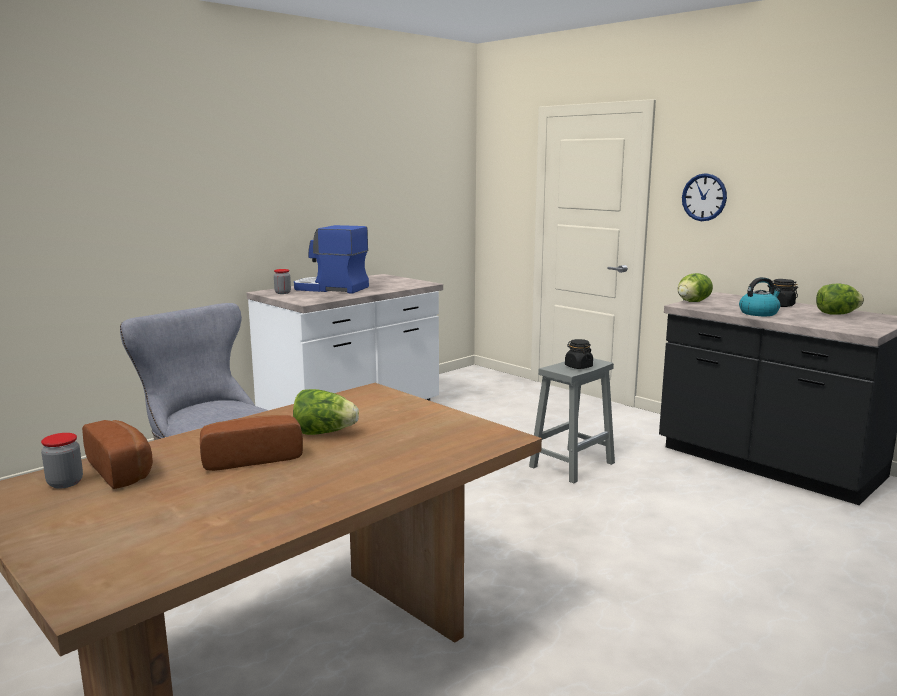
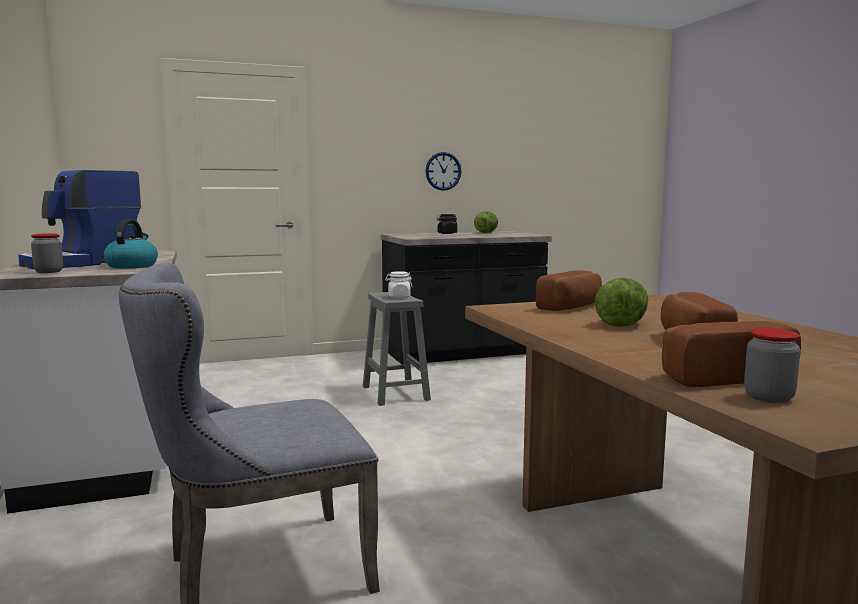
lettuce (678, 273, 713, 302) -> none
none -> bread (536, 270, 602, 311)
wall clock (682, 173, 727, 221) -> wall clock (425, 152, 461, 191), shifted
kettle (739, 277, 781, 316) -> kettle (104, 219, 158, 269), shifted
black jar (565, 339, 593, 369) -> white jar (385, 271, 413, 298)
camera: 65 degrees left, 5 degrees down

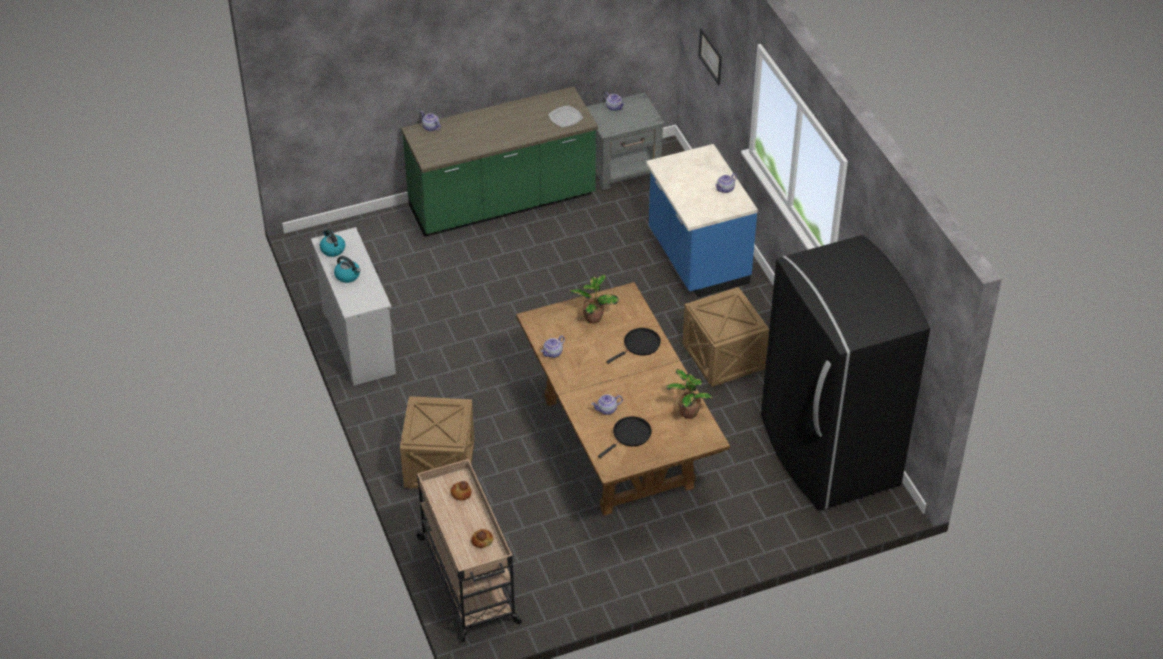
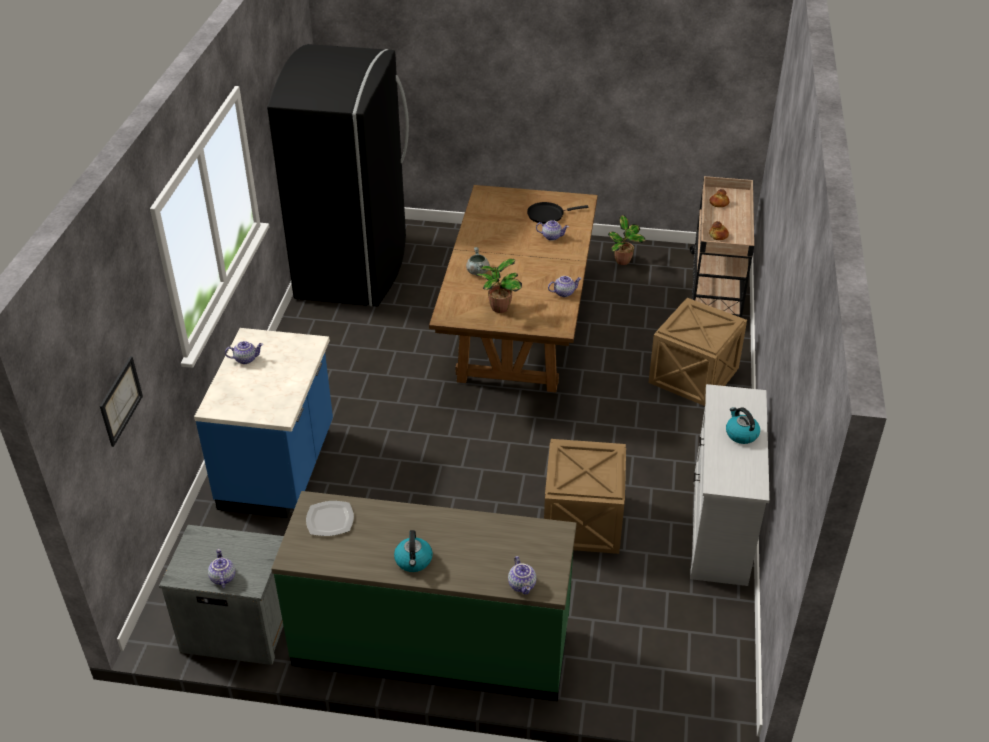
kettle (320, 229, 345, 257) -> kettle (394, 530, 433, 572), shifted
potted plant (665, 369, 713, 419) -> potted plant (608, 215, 645, 265), shifted
crate (683, 287, 769, 387) -> crate (544, 439, 626, 554), shifted
black frying pan (606, 328, 661, 364) -> grey cooking pot (466, 247, 490, 275)
camera: 150 degrees left, 5 degrees down

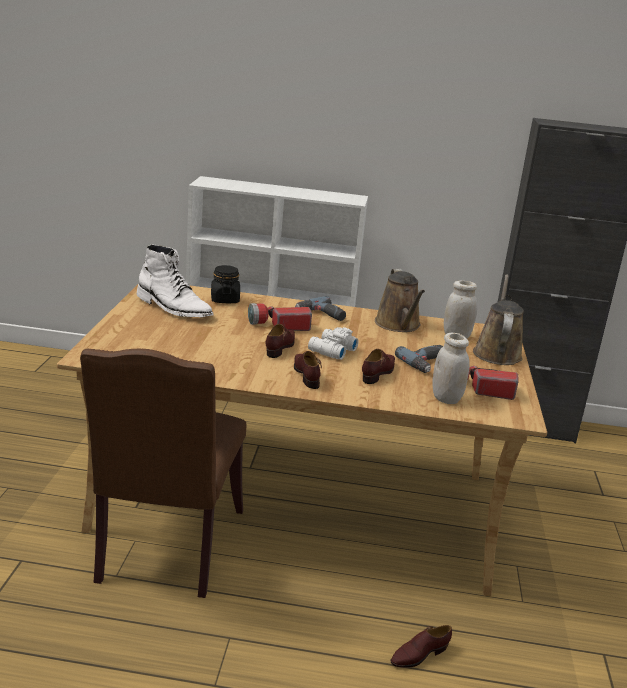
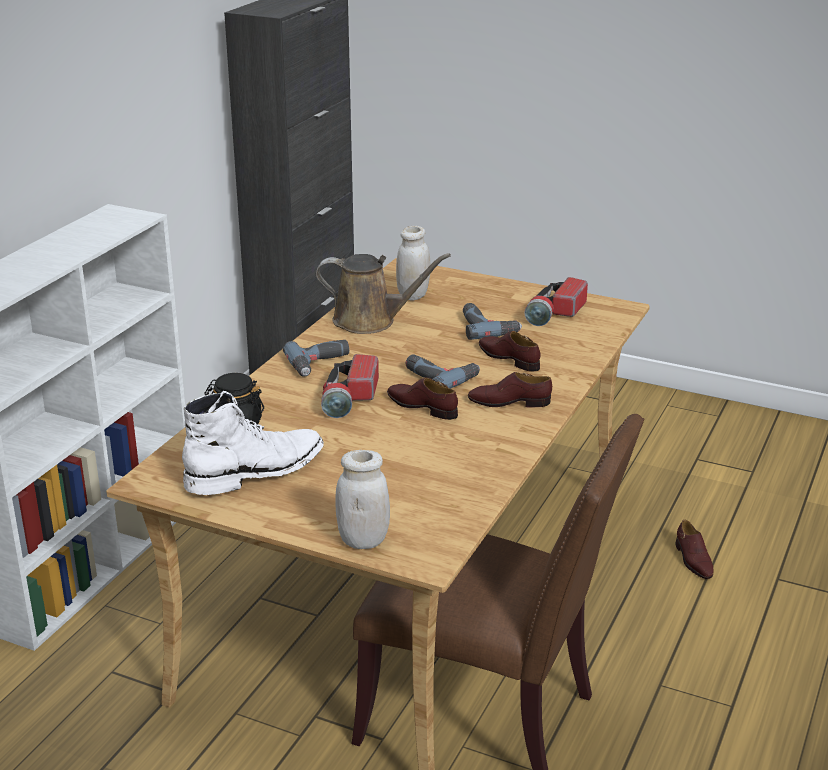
brown watering can (473, 274, 524, 365) -> none
white jar (432, 333, 470, 404) -> white jar (335, 450, 390, 549), shifted
white binoculars (308, 327, 359, 360) -> power drill (406, 354, 480, 389)
camera: 70 degrees left, 5 degrees up

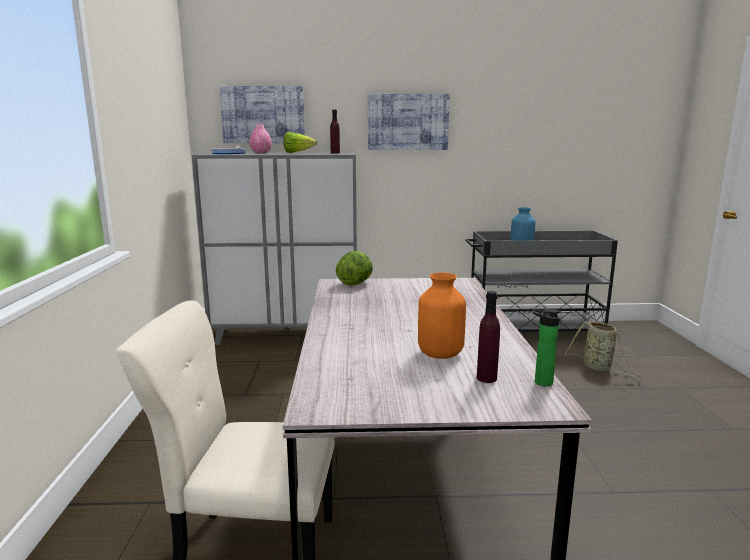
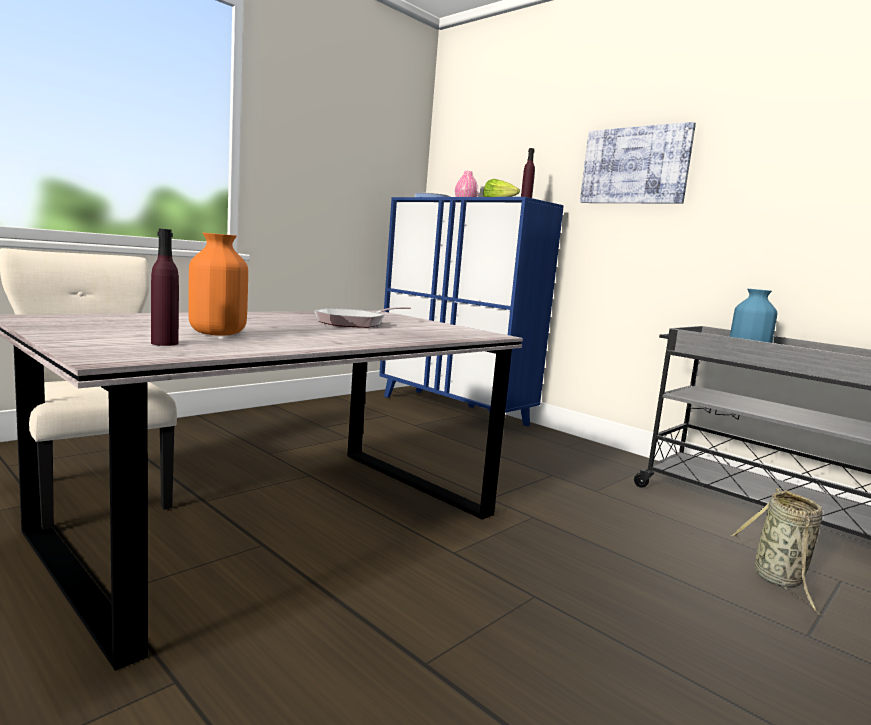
picture (219, 86, 305, 143) -> none
lettuce (336, 251, 373, 285) -> none
bottle (533, 309, 561, 386) -> none
none -> frying pan (314, 307, 411, 328)
grey cabinet (192, 153, 357, 345) -> blue cabinet (379, 197, 564, 427)
camera: 45 degrees right, 5 degrees down

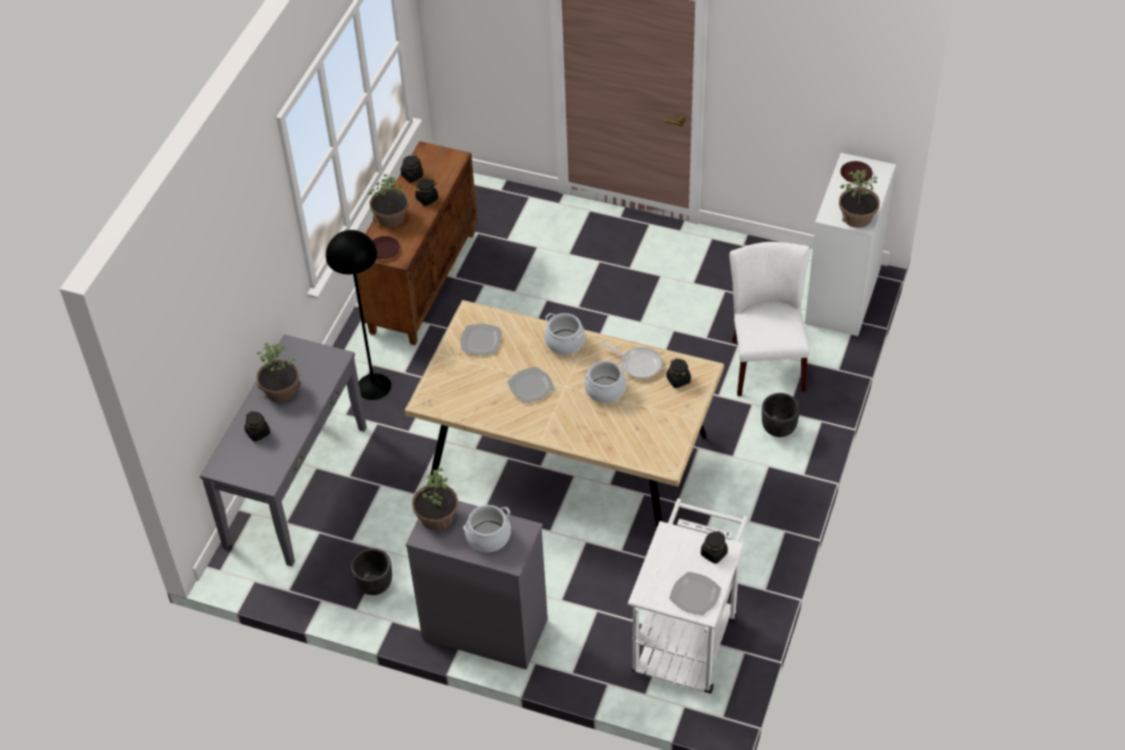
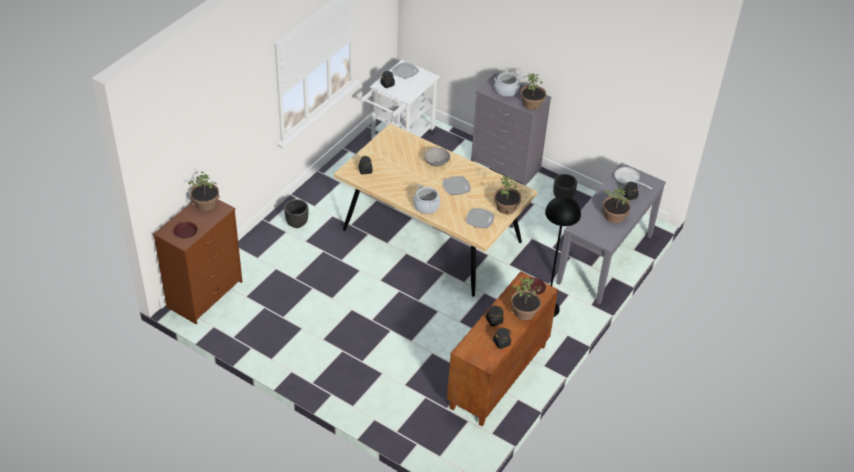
cooking pot (584, 360, 626, 403) -> none
white chair (729, 242, 810, 396) -> none
none -> grey bowl (424, 147, 450, 166)
none -> potted plant (494, 176, 521, 214)
frying pan (599, 341, 663, 379) -> frying pan (614, 167, 653, 189), shifted
white dresser (805, 153, 896, 336) -> brown dresser (153, 199, 243, 325)
camera: 170 degrees left, 5 degrees down

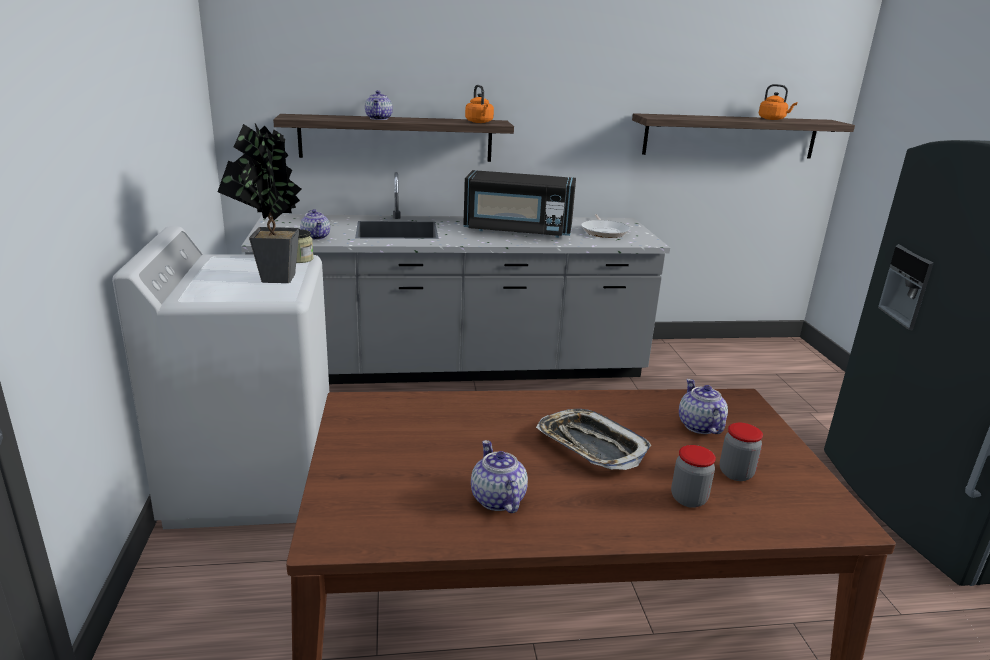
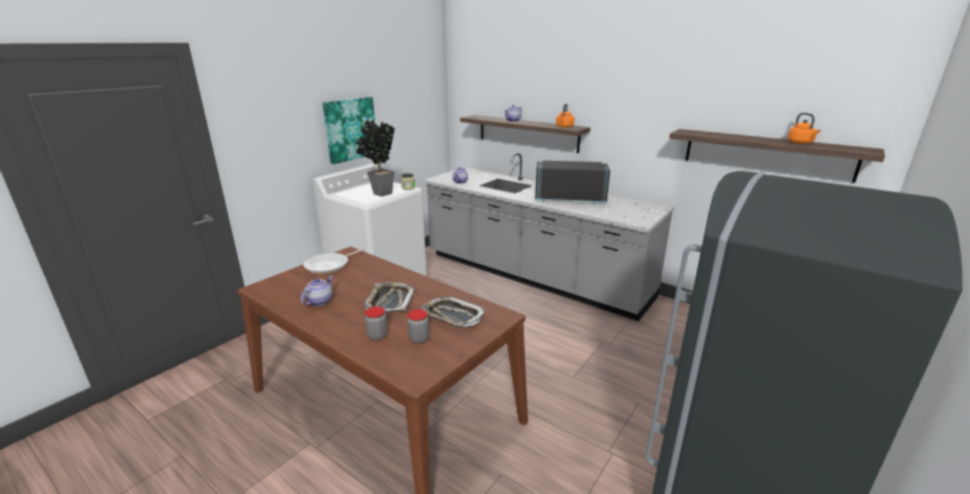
none -> picture (323, 97, 375, 164)
frying pan (581, 214, 630, 238) -> frying pan (303, 249, 365, 274), shifted
teapot (679, 379, 728, 434) -> tray (421, 296, 485, 327)
black microwave (463, 170, 576, 238) -> black microwave (535, 160, 610, 204), 135 degrees clockwise
camera: 45 degrees right, 0 degrees up

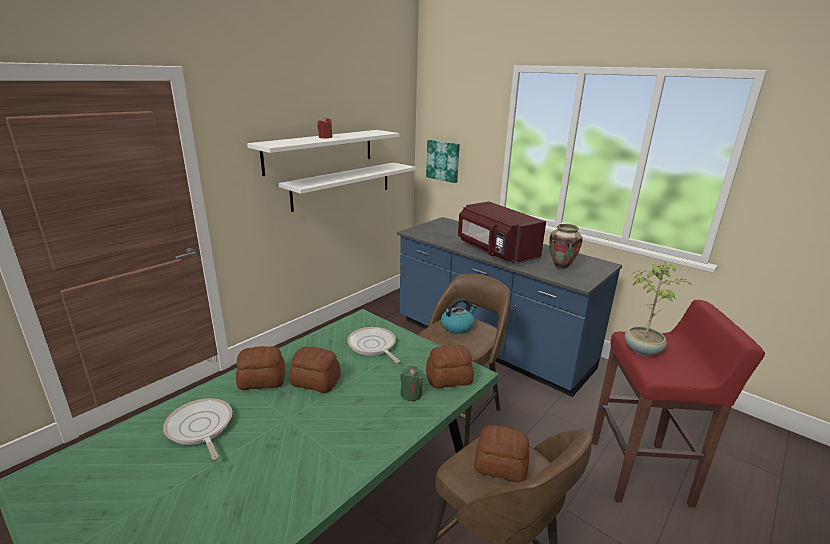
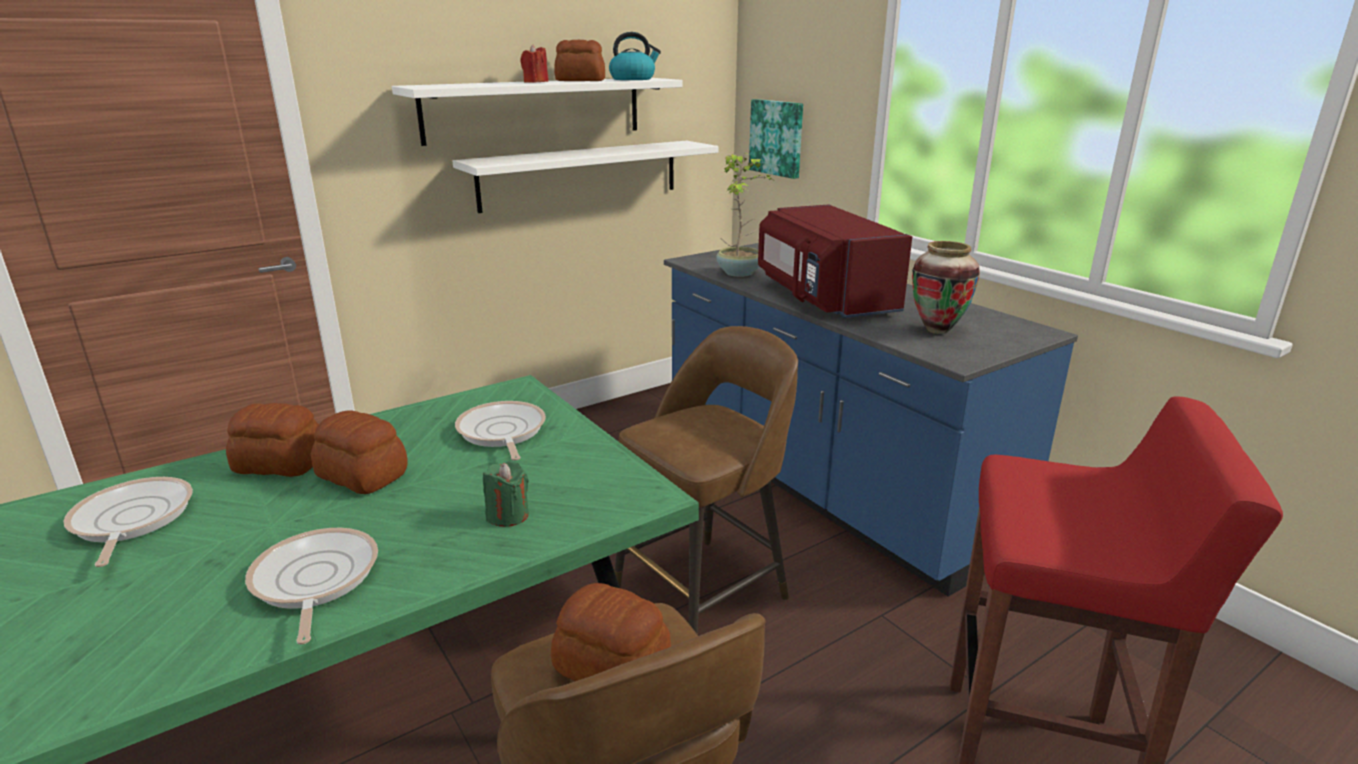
none -> frying pan (245, 528, 378, 645)
bread (426, 345, 474, 388) -> bread (554, 40, 605, 81), shifted
kettle (441, 298, 476, 334) -> kettle (609, 32, 661, 80), shifted
potted plant (625, 261, 690, 356) -> potted plant (716, 153, 773, 277), shifted
camera: 15 degrees right, 0 degrees up

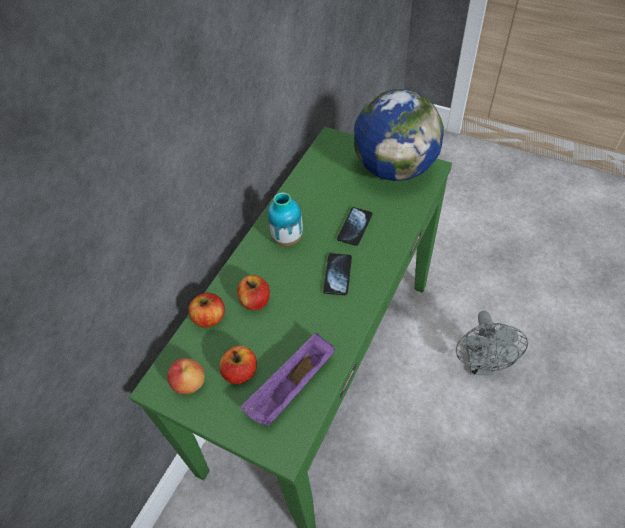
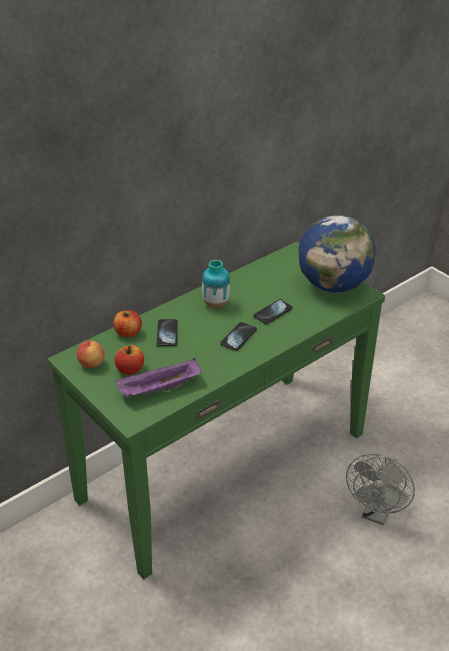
apple (237, 275, 270, 311) -> phone (157, 319, 178, 346)
camera: 20 degrees right, 15 degrees down

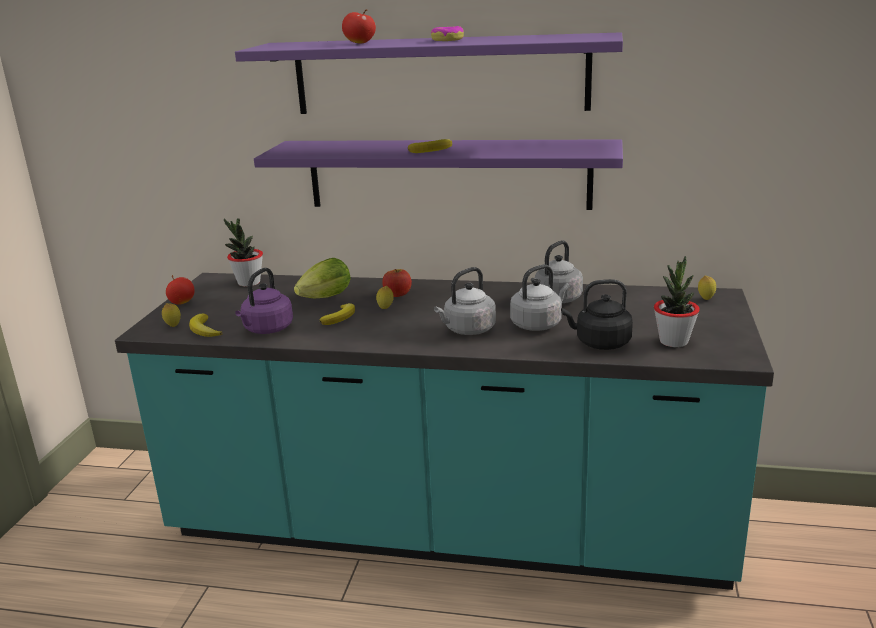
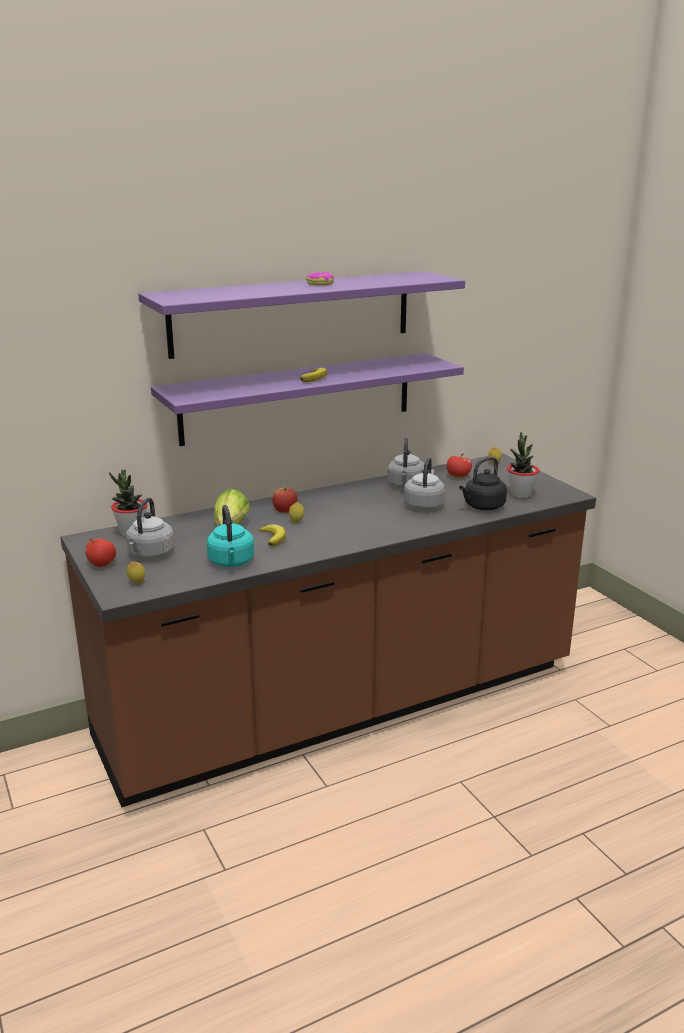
banana (189, 314, 222, 337) -> none
apple (342, 9, 376, 43) -> apple (447, 453, 472, 478), shifted
grey kettle (434, 267, 496, 335) -> grey kettle (126, 498, 174, 559), shifted
turquoise counter (115, 273, 774, 590) -> brown counter (60, 453, 596, 808)
purple kettle (235, 268, 293, 334) -> turquoise kettle (207, 505, 254, 567)
camera: 40 degrees left, 0 degrees up

